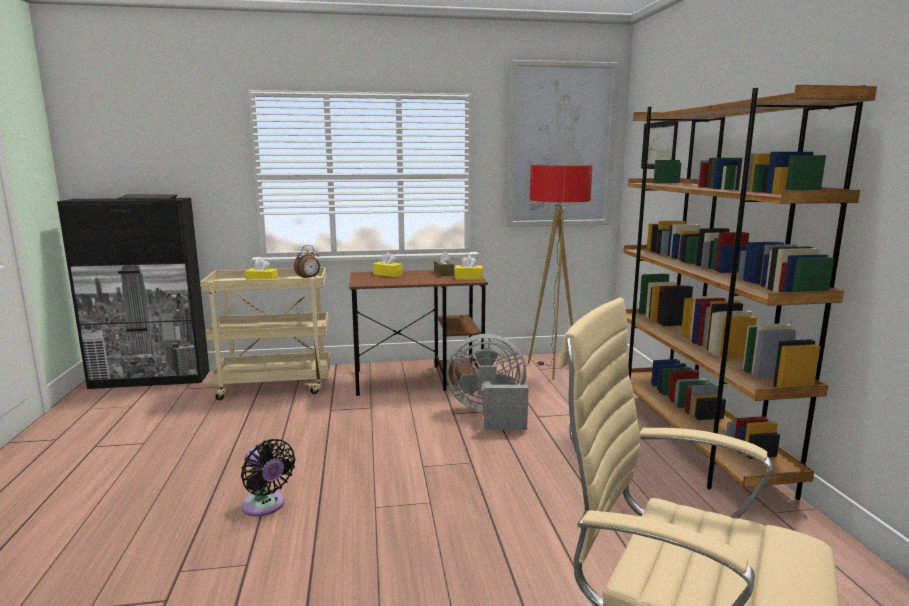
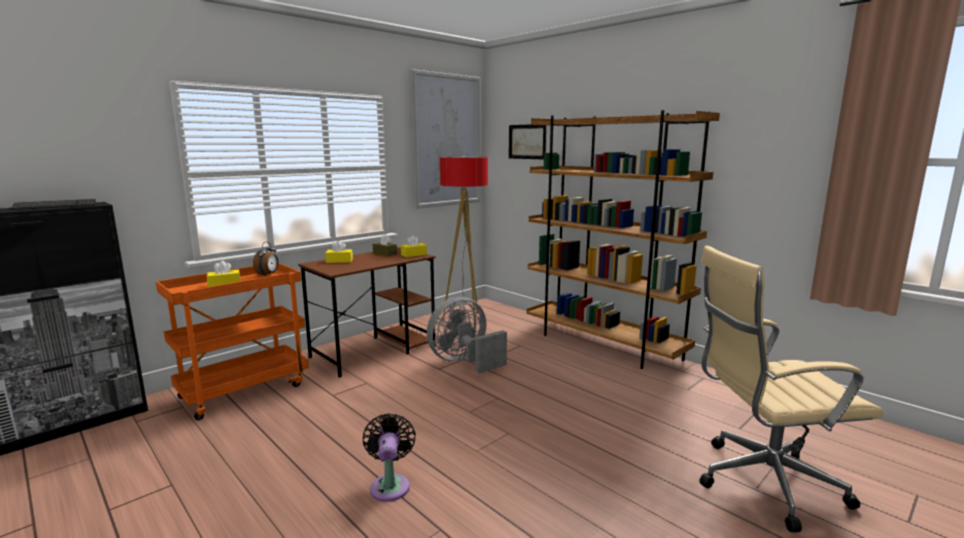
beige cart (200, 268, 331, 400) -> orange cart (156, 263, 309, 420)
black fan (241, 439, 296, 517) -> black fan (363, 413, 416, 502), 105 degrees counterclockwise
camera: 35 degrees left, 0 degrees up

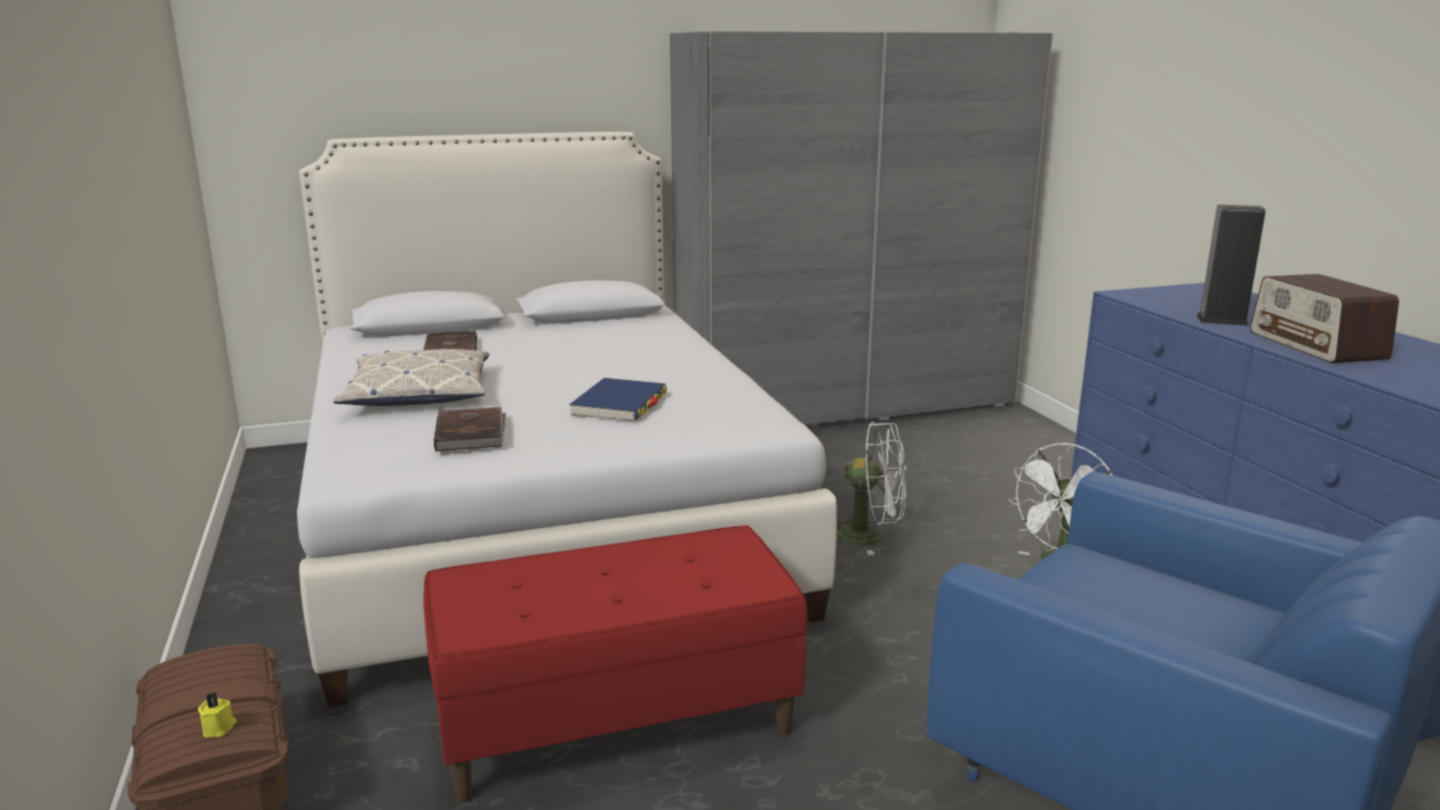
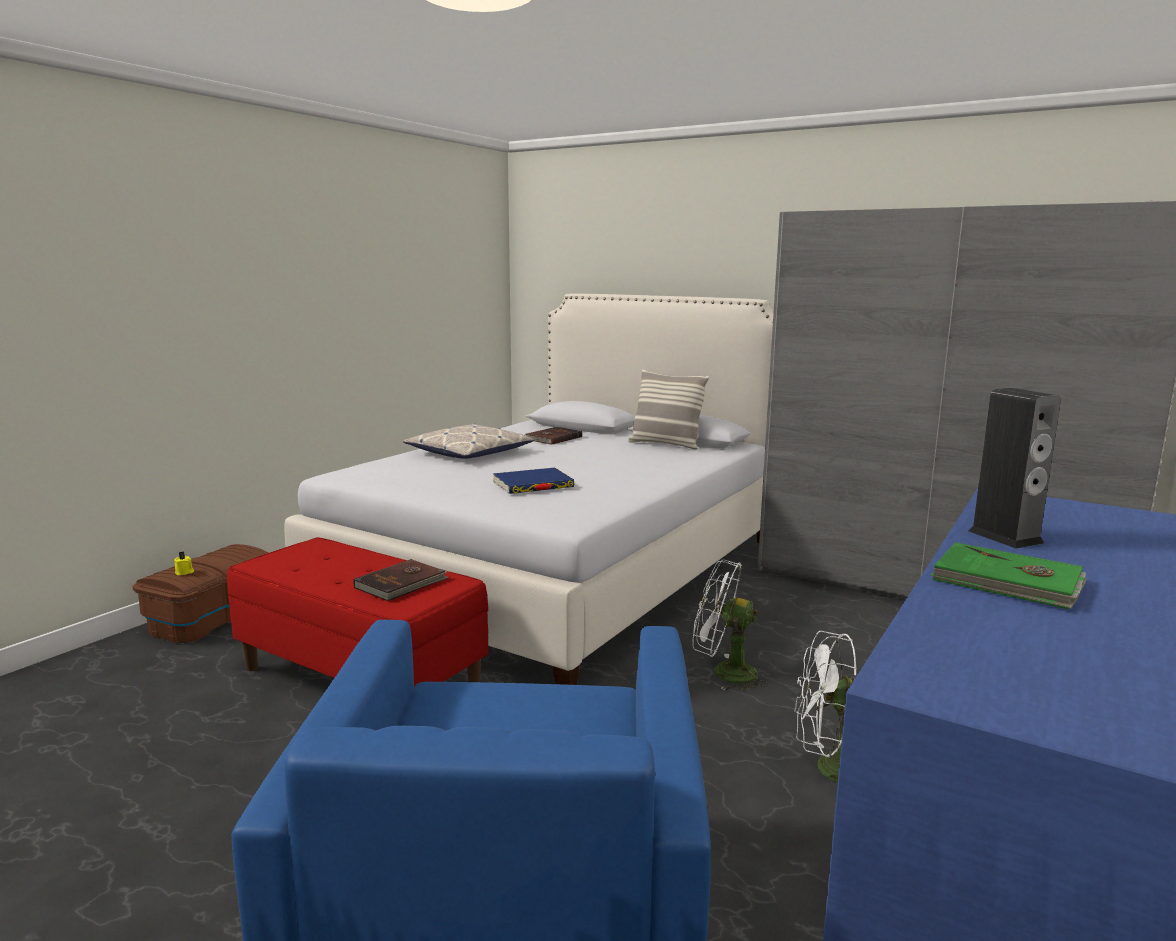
none -> pillow (628, 369, 709, 449)
brown book (434, 407, 506, 452) -> brown book (353, 559, 449, 601), shifted
radio (1250, 274, 1399, 363) -> green book (930, 542, 1087, 609)
white fan (837, 422, 907, 555) -> white fan (692, 560, 769, 692), 135 degrees clockwise
camera: 50 degrees right, 5 degrees down

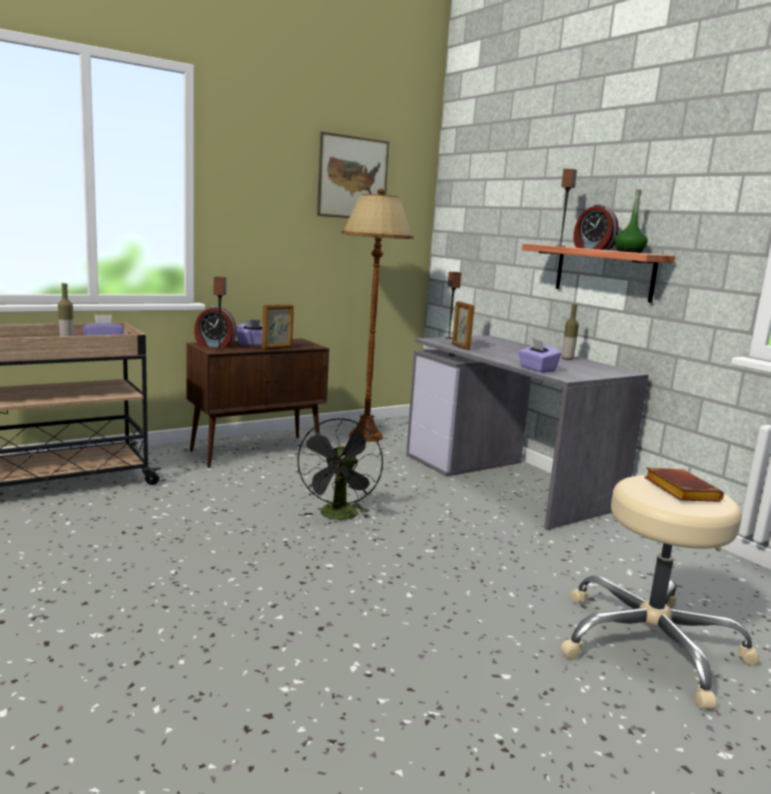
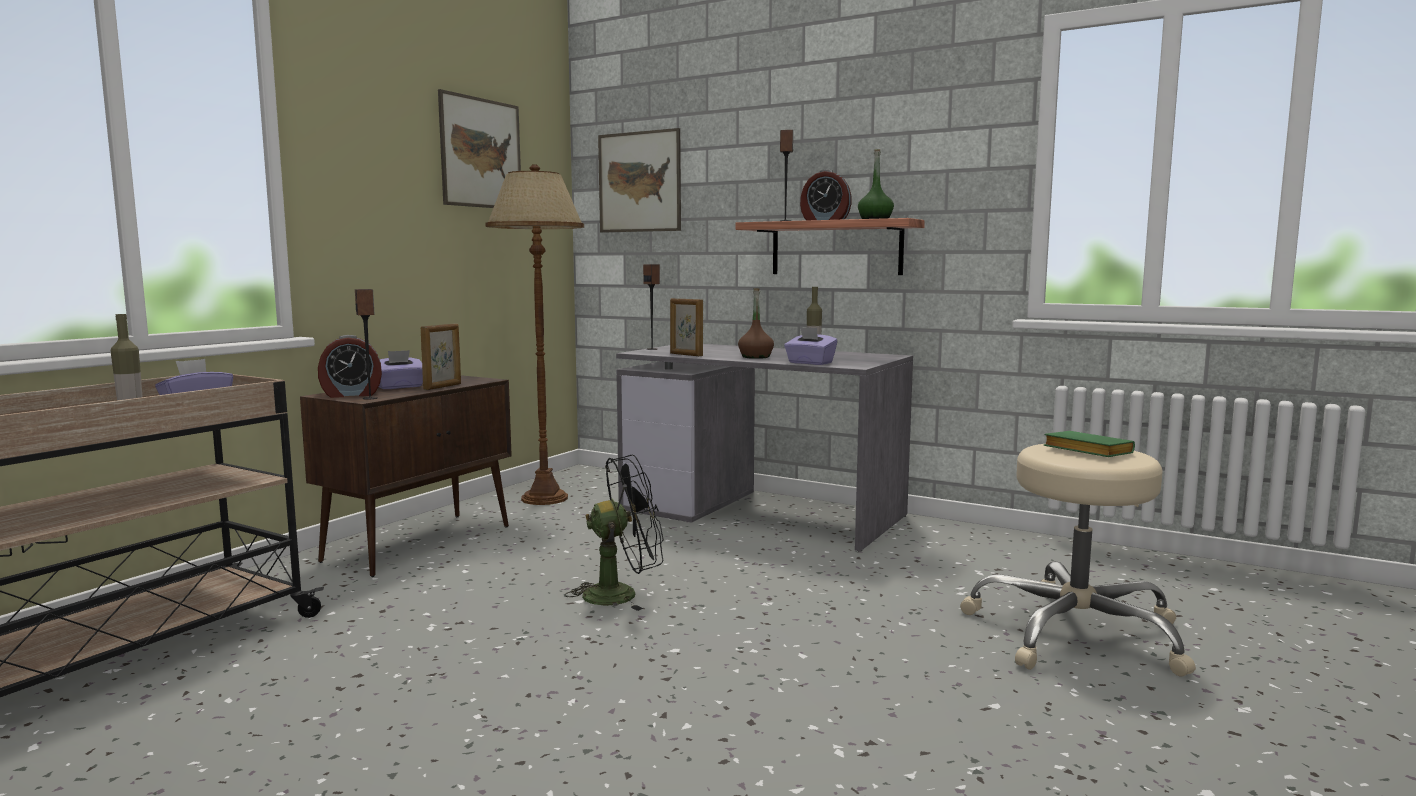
none -> picture (598, 128, 681, 233)
none -> brown bottle (738, 288, 774, 359)
brown book (644, 468, 724, 502) -> green book (1044, 431, 1135, 457)
black fan (296, 418, 383, 520) -> black fan (565, 455, 664, 611), 90 degrees counterclockwise
camera: 25 degrees left, 5 degrees down

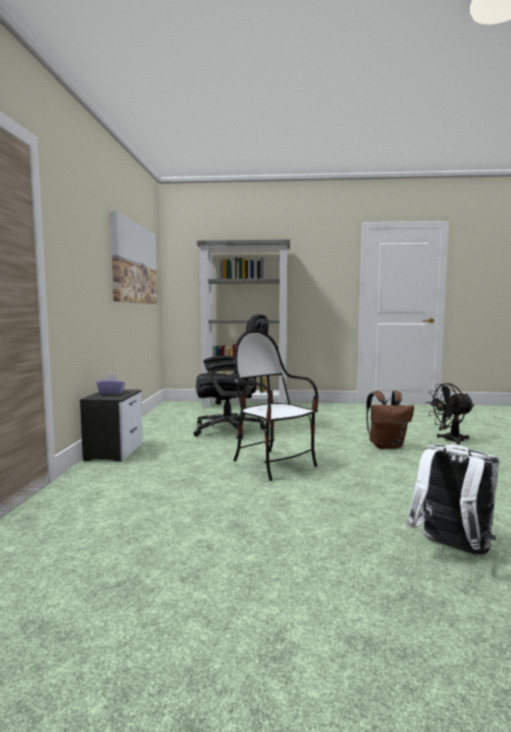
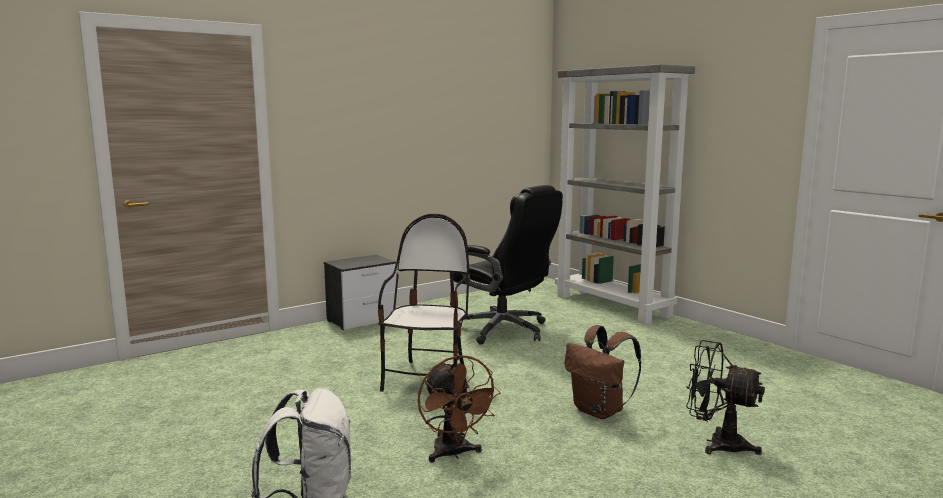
purple tissue box (97, 374, 125, 395) -> none
picture (110, 211, 157, 304) -> none
none -> brown fan (418, 355, 501, 463)
camera: 50 degrees right, 5 degrees up

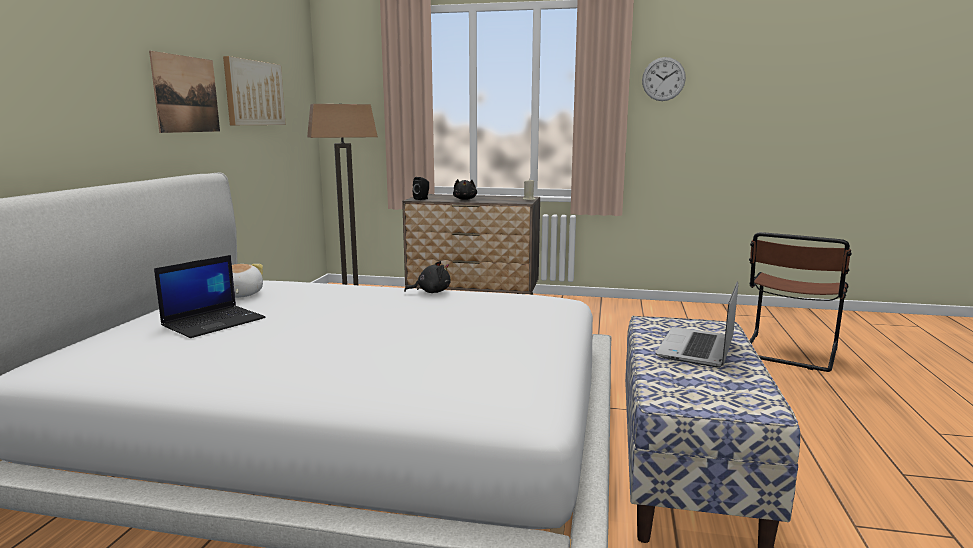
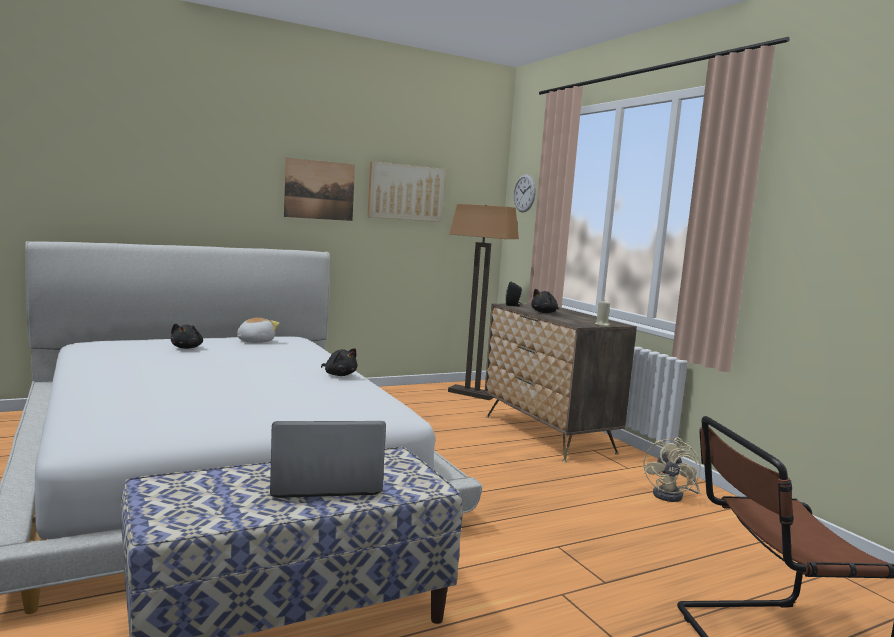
none -> beige fan (643, 437, 701, 502)
wall clock (642, 57, 686, 101) -> wall clock (513, 174, 536, 212), shifted
laptop (154, 255, 266, 338) -> black plush toy (171, 323, 203, 349)
camera: 50 degrees right, 5 degrees down

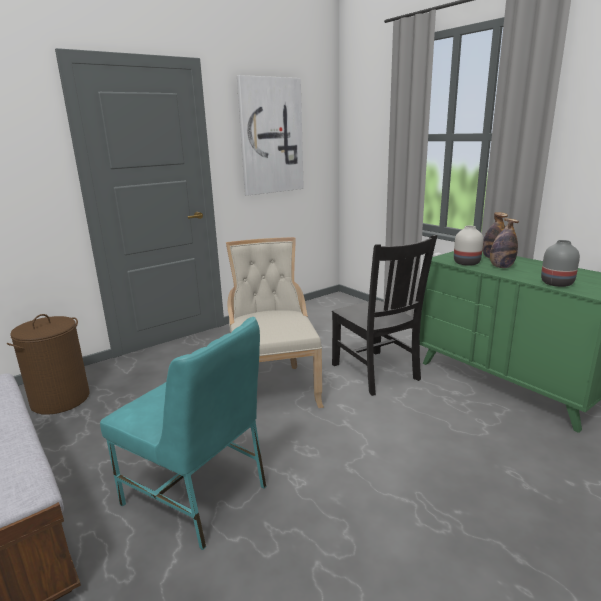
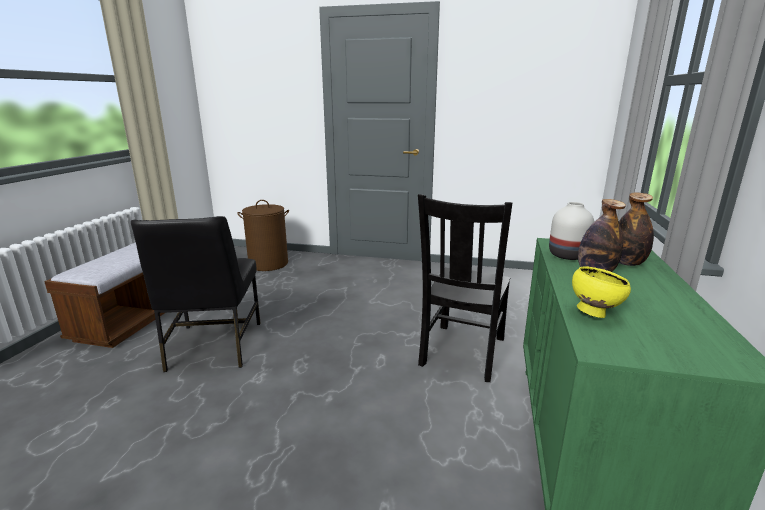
beige chair (226, 237, 324, 408) -> none
picture (237, 75, 304, 196) -> none
grey vase (541, 240, 580, 287) -> yellow bowl (572, 266, 631, 318)
turquoise chair (100, 317, 266, 550) -> black chair (131, 216, 261, 372)
camera: 50 degrees right, 0 degrees up

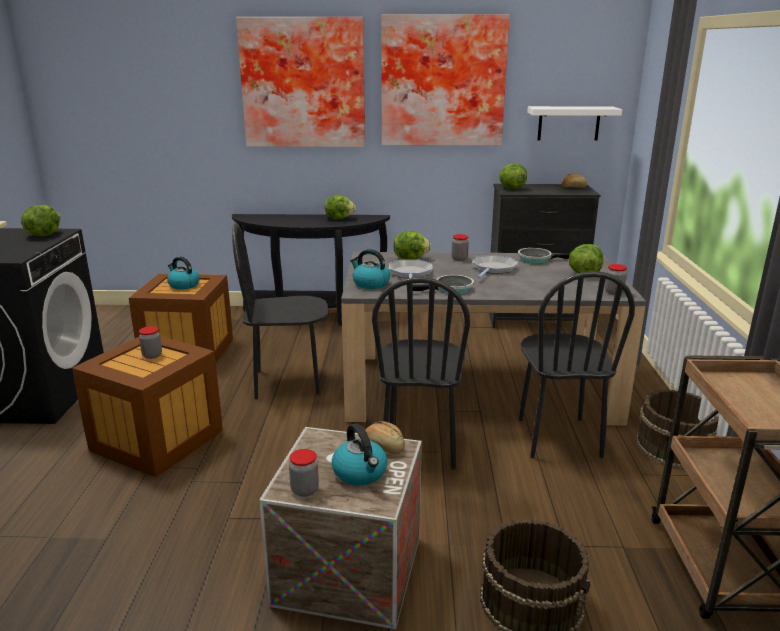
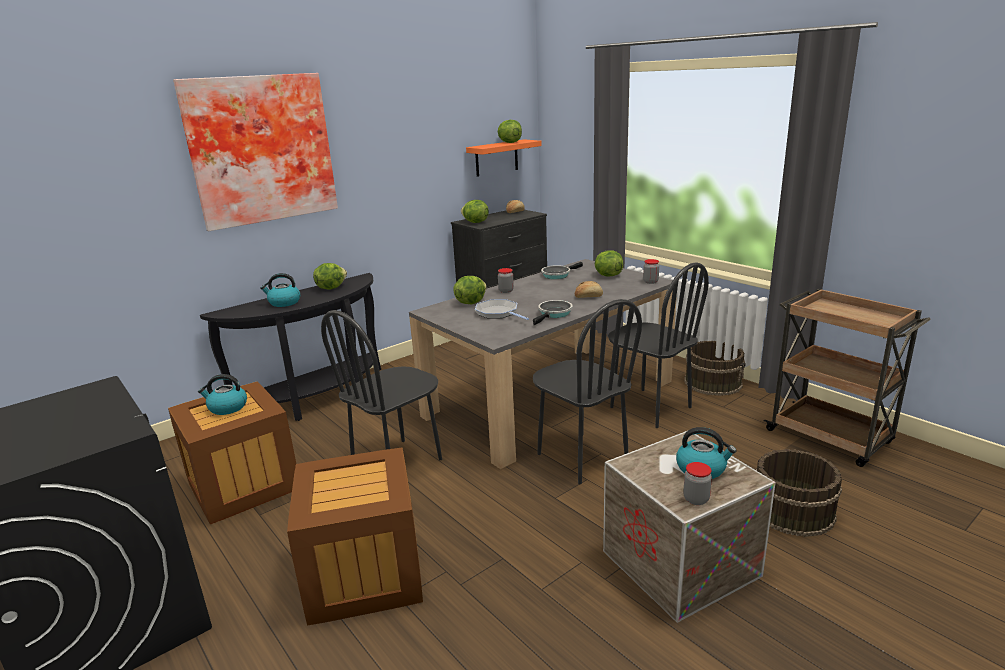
jar (139, 326, 162, 359) -> none
picture (381, 14, 510, 146) -> none
frying pan (472, 255, 518, 278) -> none
lettuce (21, 205, 60, 236) -> lettuce (498, 120, 522, 143), shifted
kettle (350, 249, 390, 289) -> kettle (260, 273, 300, 307), shifted
bread (365, 421, 405, 454) -> bread (575, 281, 603, 298), shifted
white shelf (527, 106, 622, 141) -> orange shelf (466, 139, 542, 177)
camera: 40 degrees left, 0 degrees up

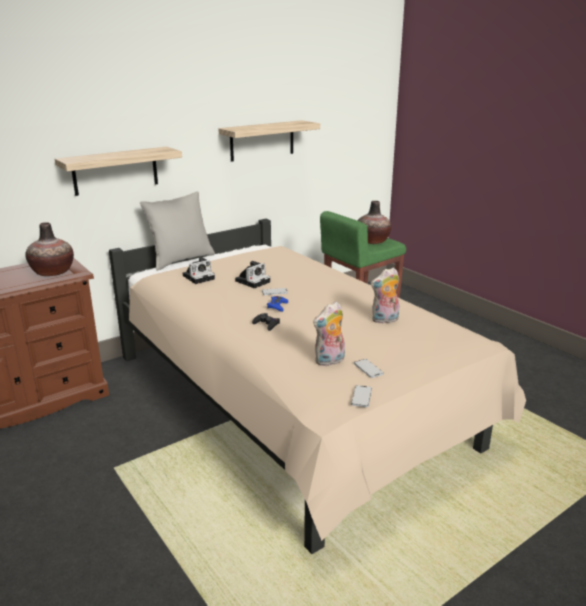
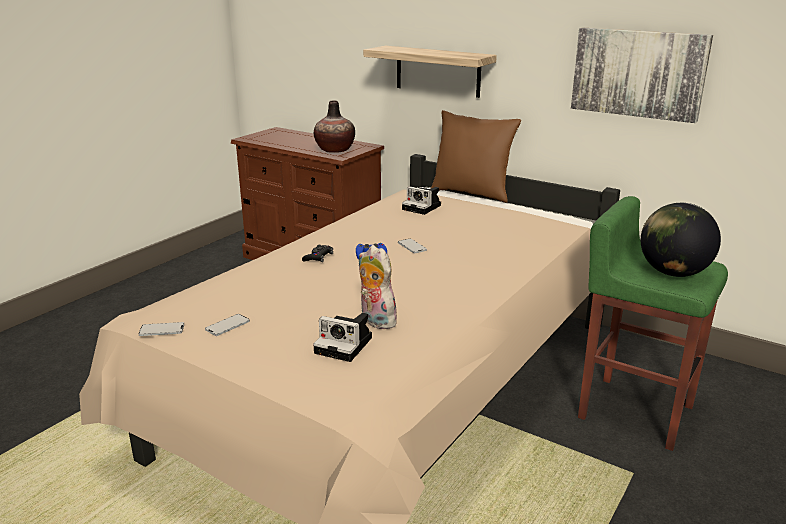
plush toy (313, 302, 345, 366) -> none
photo camera (235, 261, 270, 288) -> photo camera (313, 313, 372, 362), shifted
shelf (218, 120, 320, 162) -> picture (571, 28, 713, 123)
vase (357, 201, 391, 244) -> globe (641, 203, 721, 277)
grey pillow (140, 191, 215, 271) -> brown pillow (431, 110, 521, 203)
camera: 70 degrees right, 0 degrees up

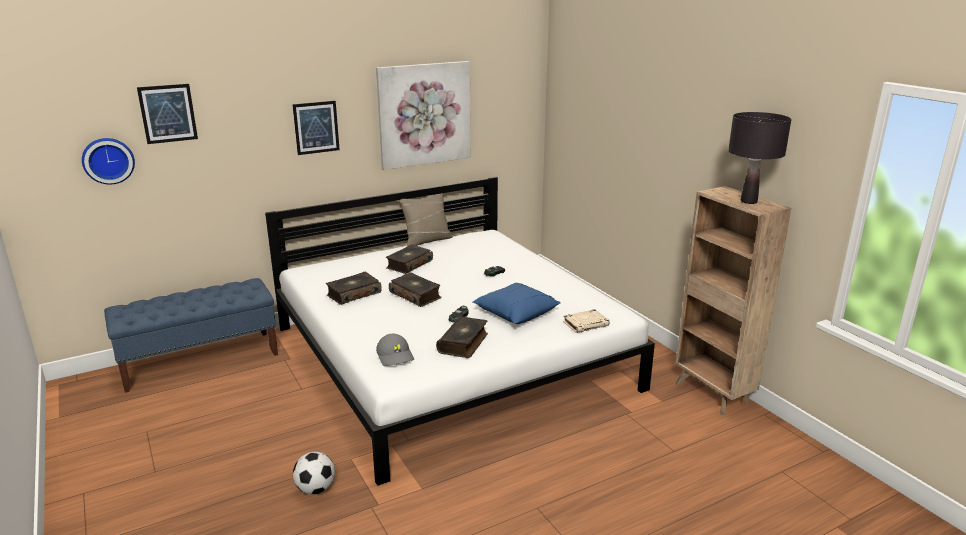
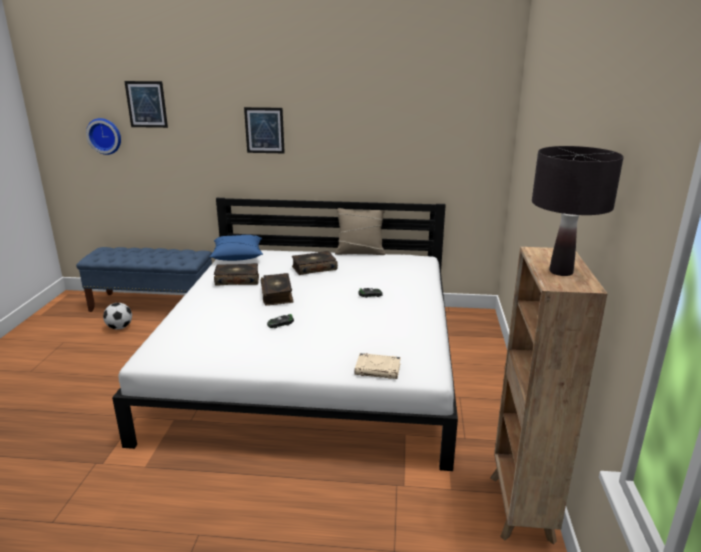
picture (376, 61, 471, 170) -> none
grey cap (376, 334, 414, 366) -> none
book (436, 316, 488, 358) -> none
football (293, 452, 335, 494) -> football (103, 303, 132, 330), shifted
blue pillow (473, 283, 561, 324) -> blue pillow (209, 235, 263, 261), shifted
camera: 35 degrees right, 0 degrees up

